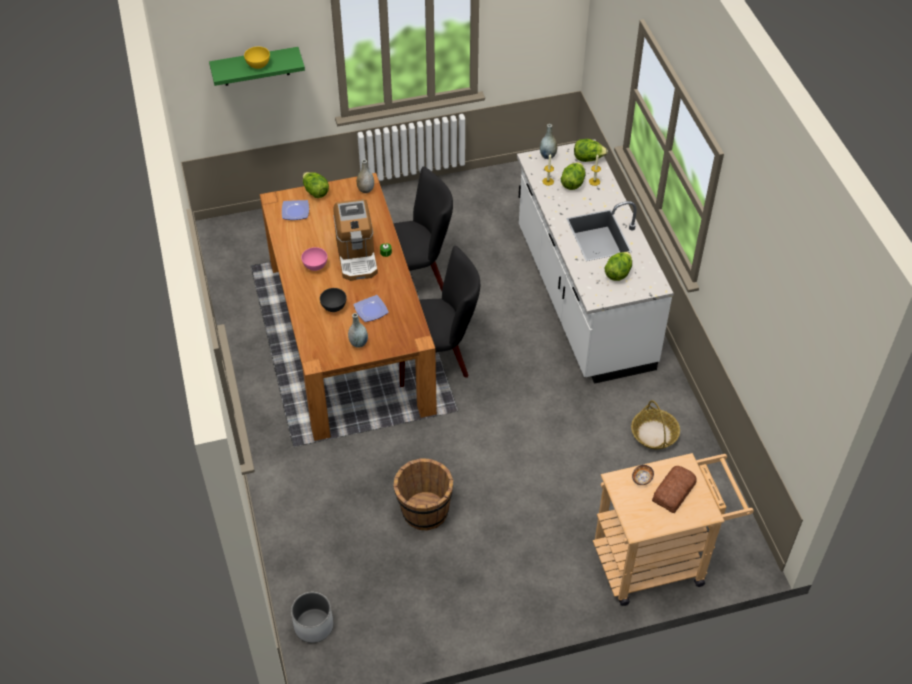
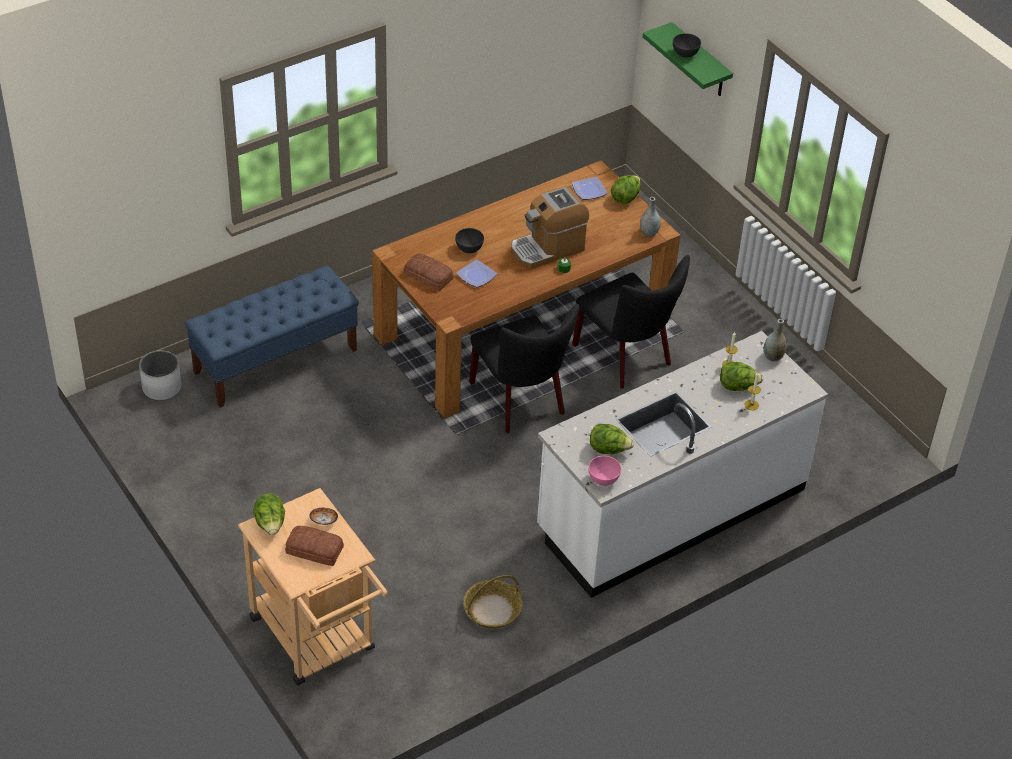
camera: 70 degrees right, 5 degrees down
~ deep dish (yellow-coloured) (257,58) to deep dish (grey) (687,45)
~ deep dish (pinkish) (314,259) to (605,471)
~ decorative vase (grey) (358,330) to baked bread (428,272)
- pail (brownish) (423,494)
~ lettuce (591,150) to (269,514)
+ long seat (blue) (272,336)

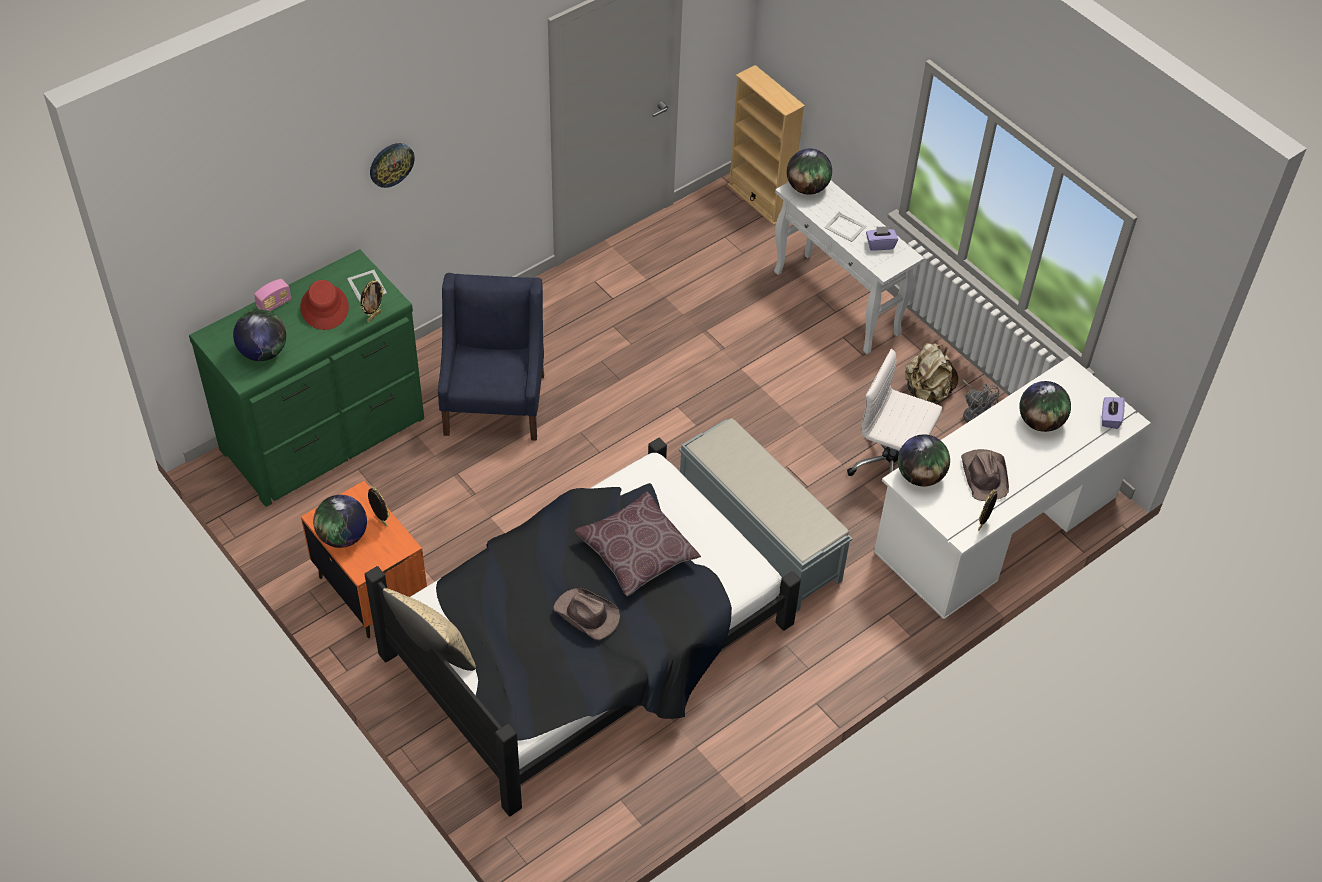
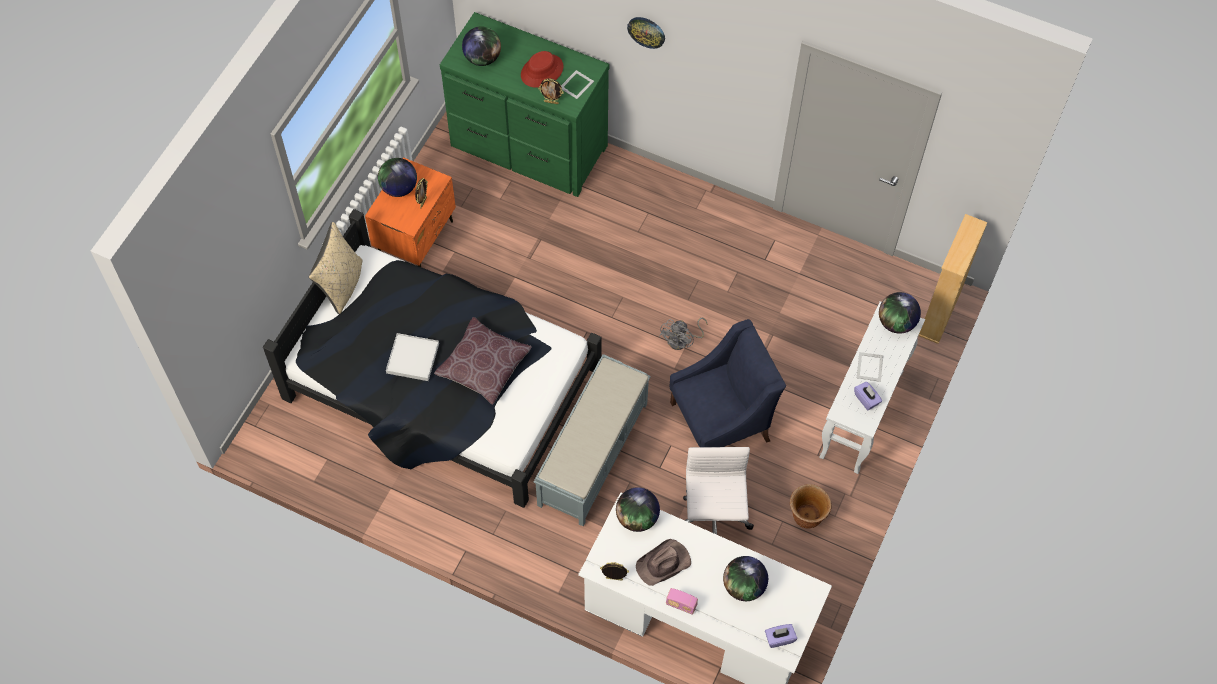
camera: 65 degrees right, 10 degrees up
~ radio (272,295) to (682,601)
~ armchair (blue) (491,357) to (728,383)
~ wearable hat (brownish) (586,614) to carrying tray (white-coloured) (412,357)
~ knapsack (sand-coloured) (931,372) to planter (brownish) (811,506)
~ cooling fan (grey) (981,401) to (683,334)

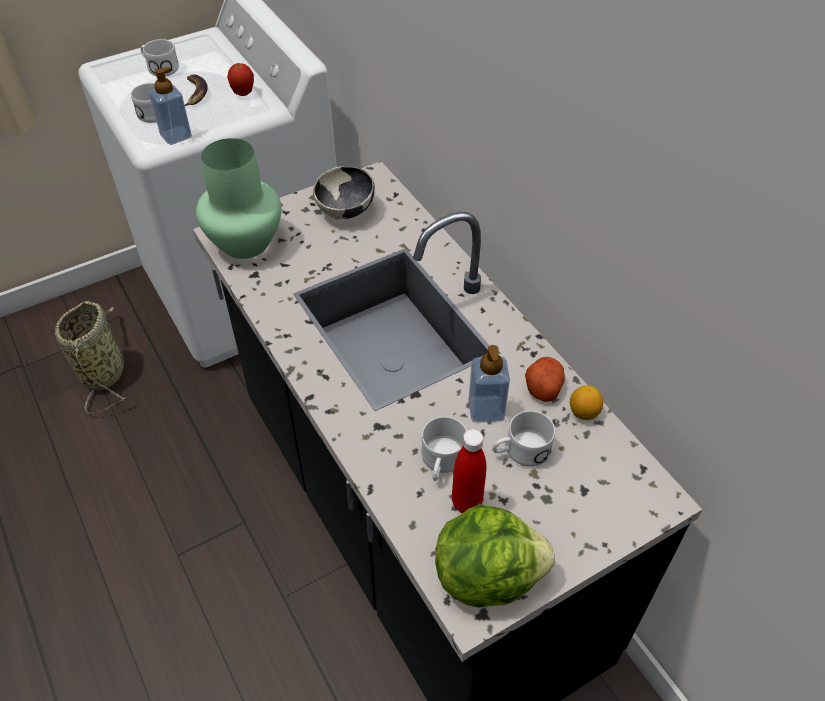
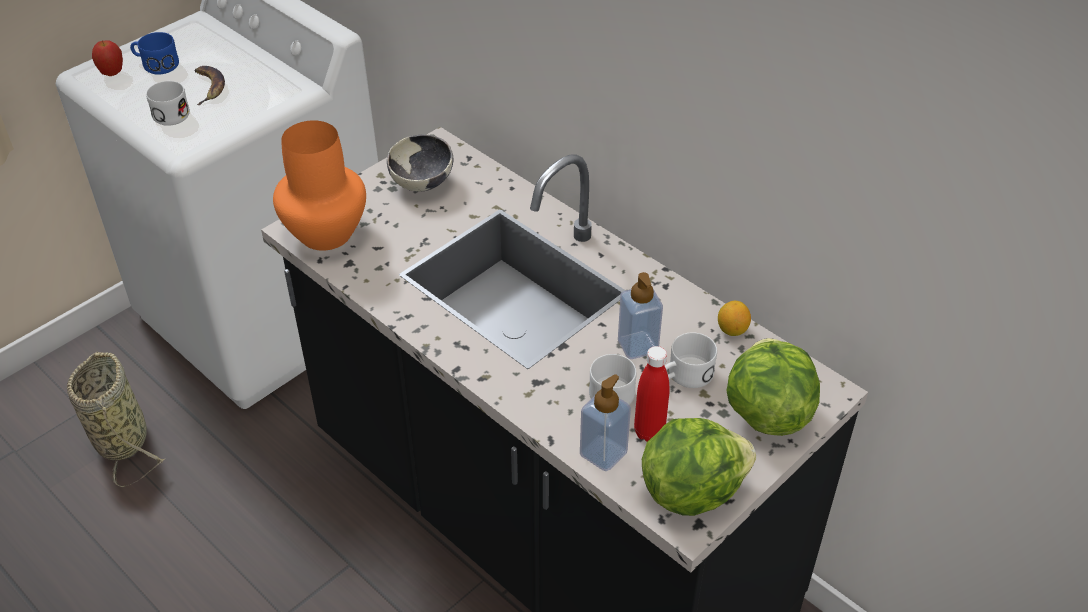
camera: 15 degrees left, 5 degrees down
~ mug (white-coloured) (160,58) to mug (blue) (154,53)
~ soap dispenser (170,106) to (605,422)
~ decorative vase (green-coloured) (238,198) to decorative vase (orange-coloured) (319,185)
~ apple (240,79) to (107,58)
- whole potato (545,379)
+ lettuce (773,387)

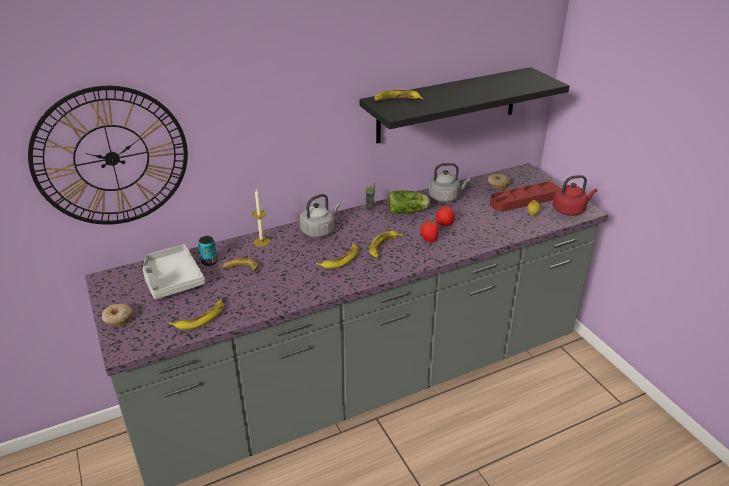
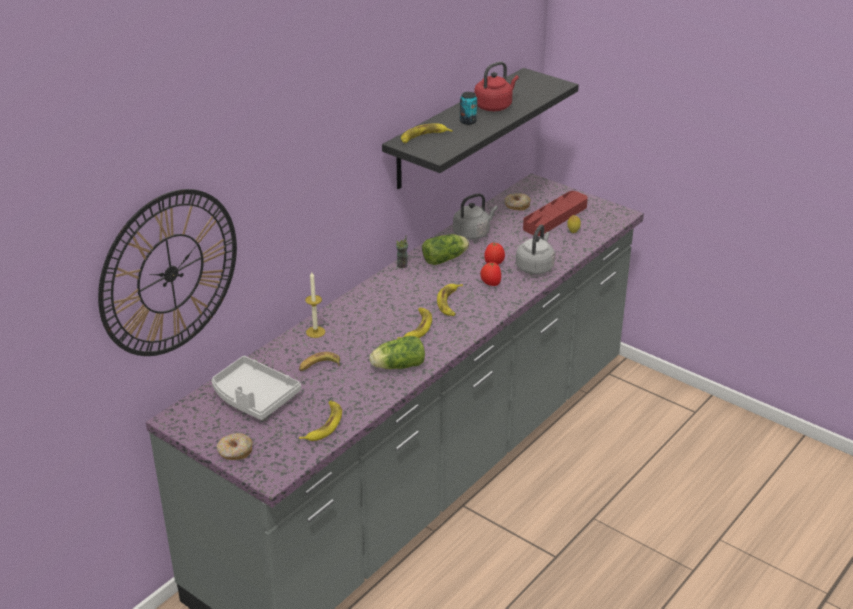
camera: 25 degrees left, 0 degrees up
~ sealed can (208,251) to (468,108)
~ tea kettle (grey) (320,216) to (535,249)
~ tea kettle (red-coloured) (575,195) to (496,86)
+ lettuce (397,352)

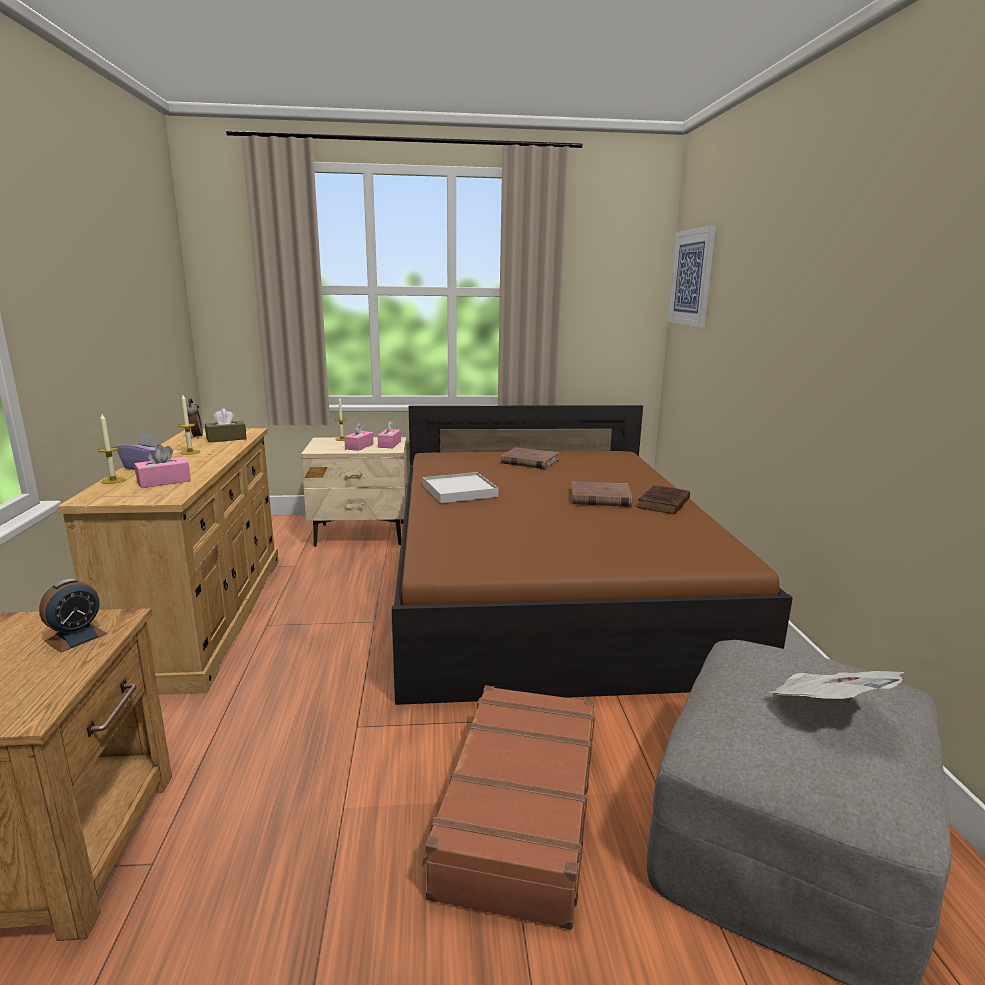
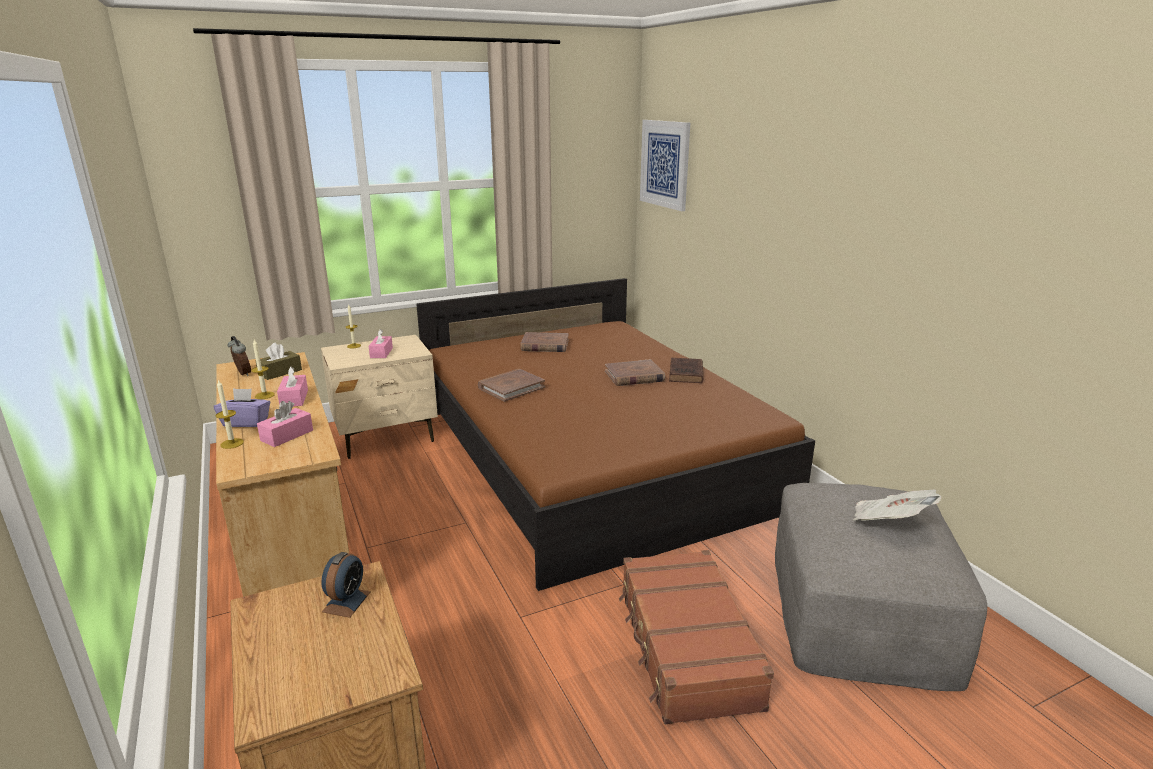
camera: 20 degrees left, 5 degrees up
~ tissue box (pinkish) (389,434) to (292,387)
~ carrying tray (white-coloured) (461,487) to book (brownish) (511,385)

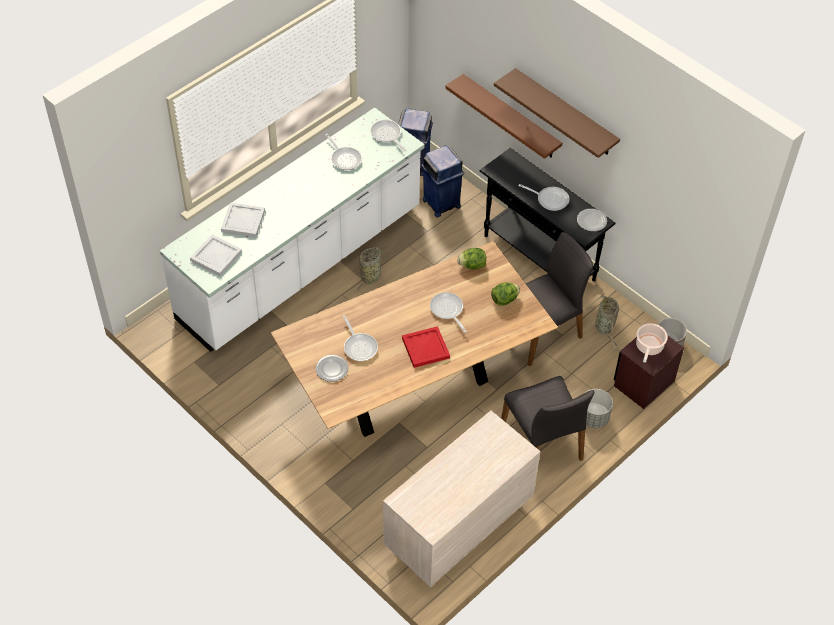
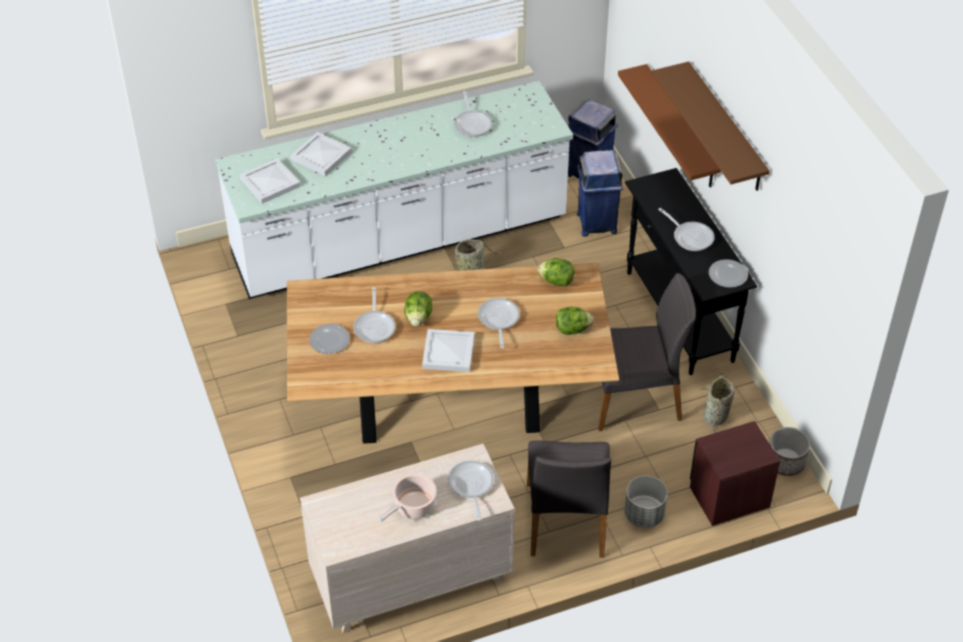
camera: 25 degrees right, 5 degrees down
~ pan (388,135) to (471,491)
~ carrying tray (red-coloured) (426,347) to carrying tray (white-coloured) (448,350)
~ stockpot (652,343) to (407,498)
+ lettuce (418,308)

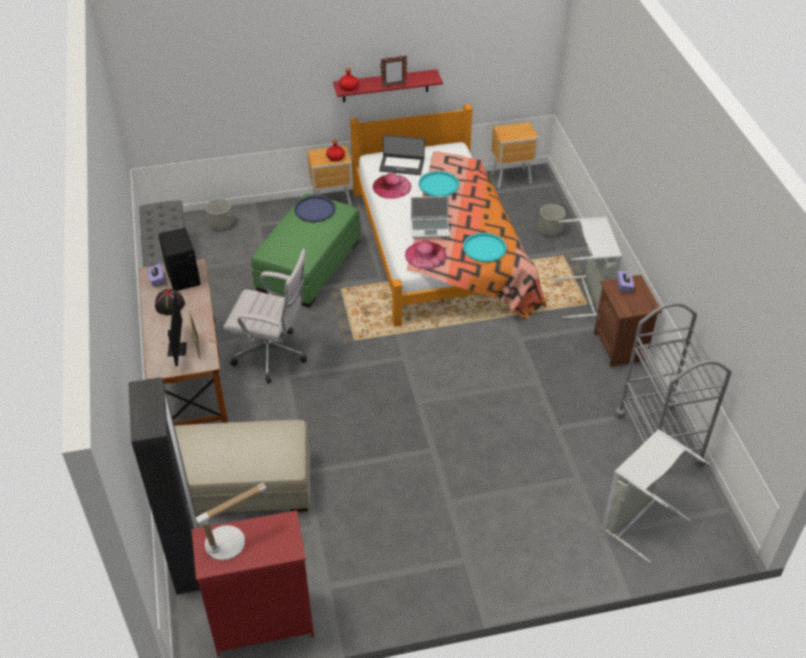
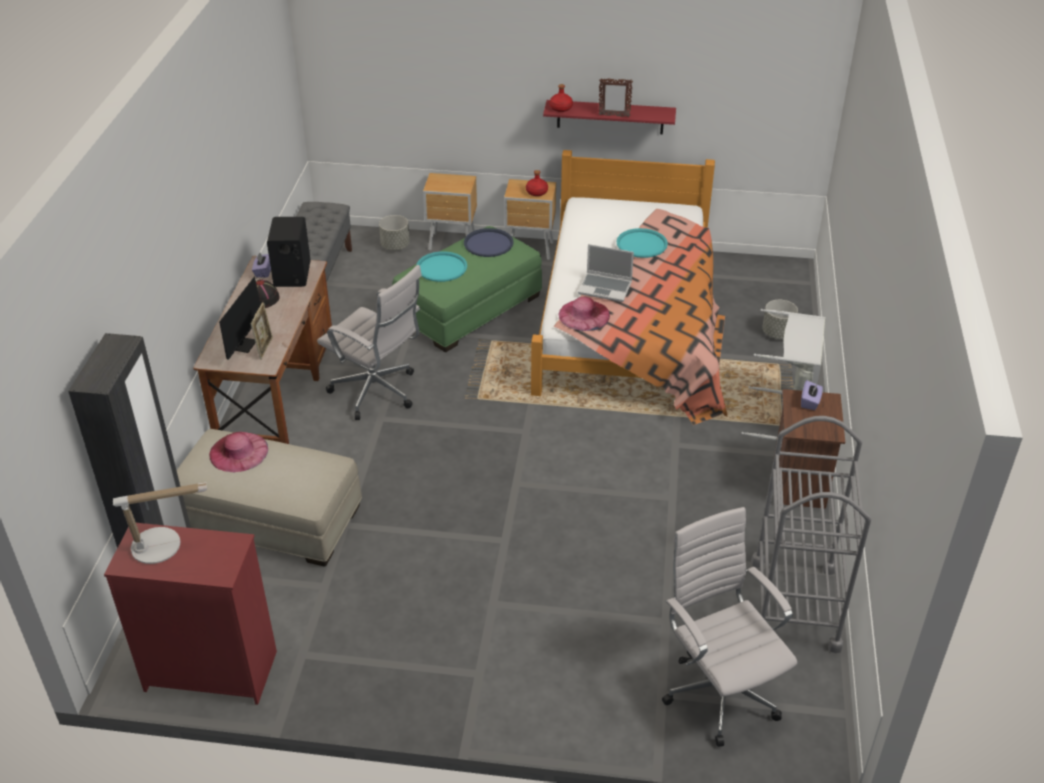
camera: 20 degrees right, 5 degrees down
~ wearable hat (pinkish) (392,186) to (238,452)
- laptop (402,155)
~ carrying tray (turquoise) (485,247) to (441,266)
~ nightstand (brownish) (515,155) to (450,211)
~ hamper (grey) (655,496) to computer chair (white-coloured) (729,627)

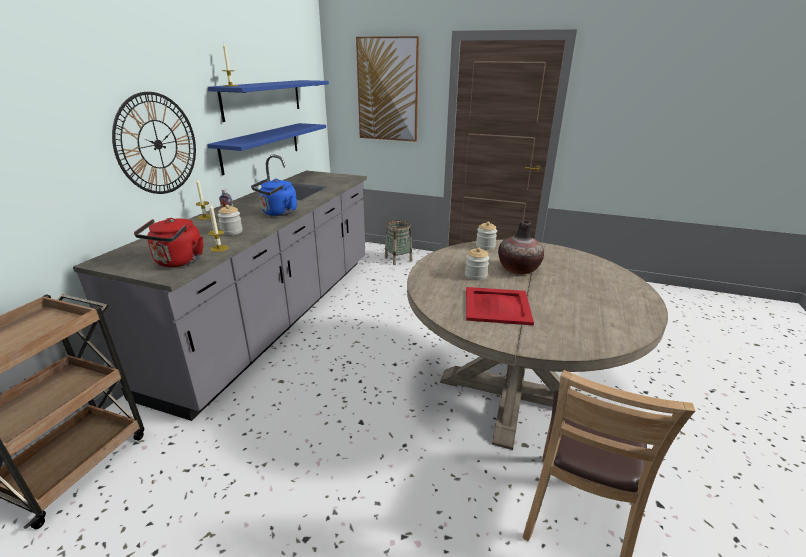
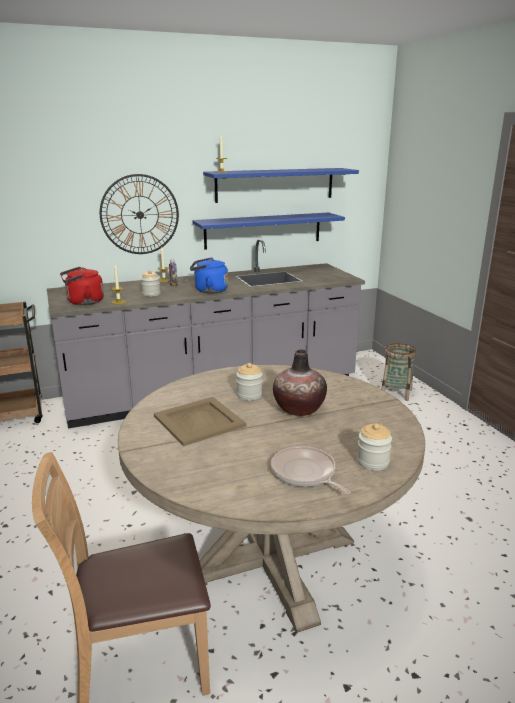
camera: 50 degrees right, 5 degrees down
- picture (387,89)
~ carrying tray (red-coloured) (500,306) to carrying tray (sand-coloured) (200,421)
~ storage jar (486,236) to (374,447)
+ pan (311,470)

